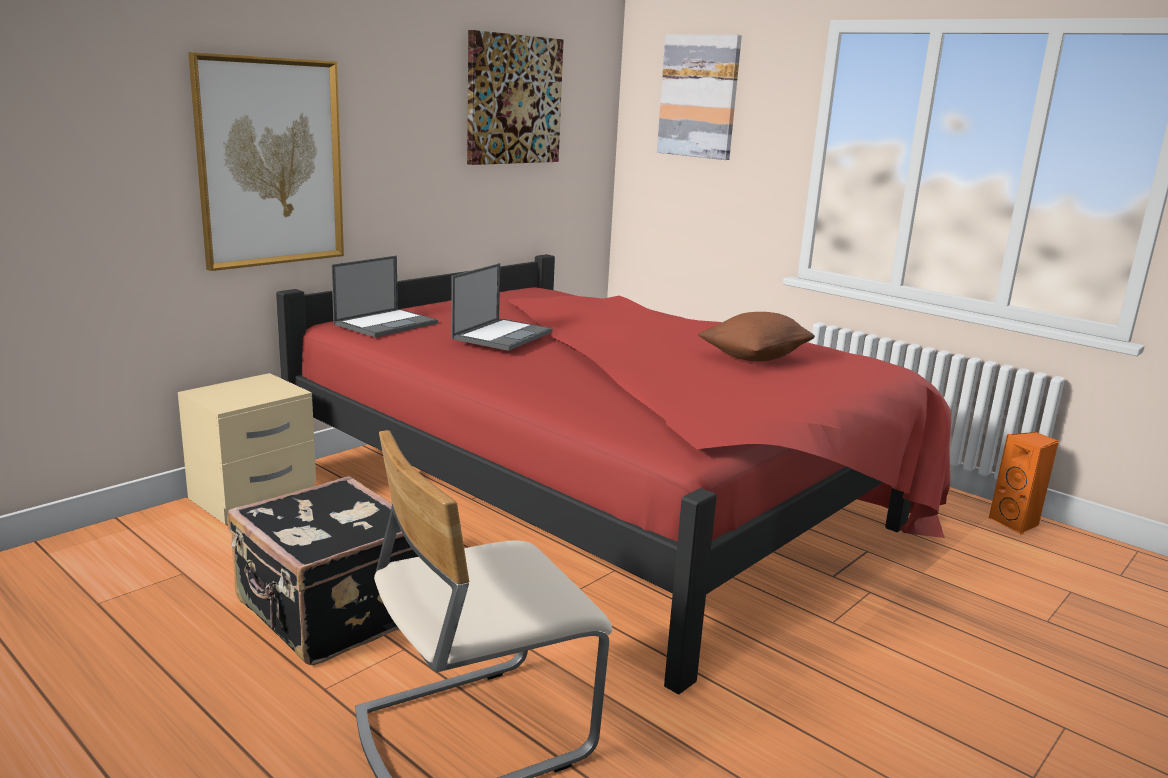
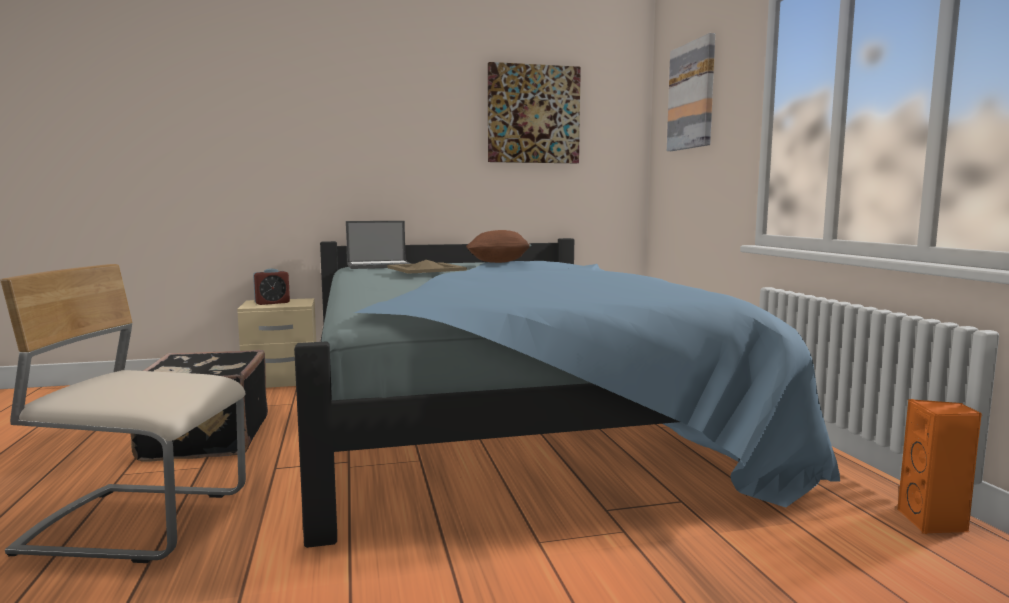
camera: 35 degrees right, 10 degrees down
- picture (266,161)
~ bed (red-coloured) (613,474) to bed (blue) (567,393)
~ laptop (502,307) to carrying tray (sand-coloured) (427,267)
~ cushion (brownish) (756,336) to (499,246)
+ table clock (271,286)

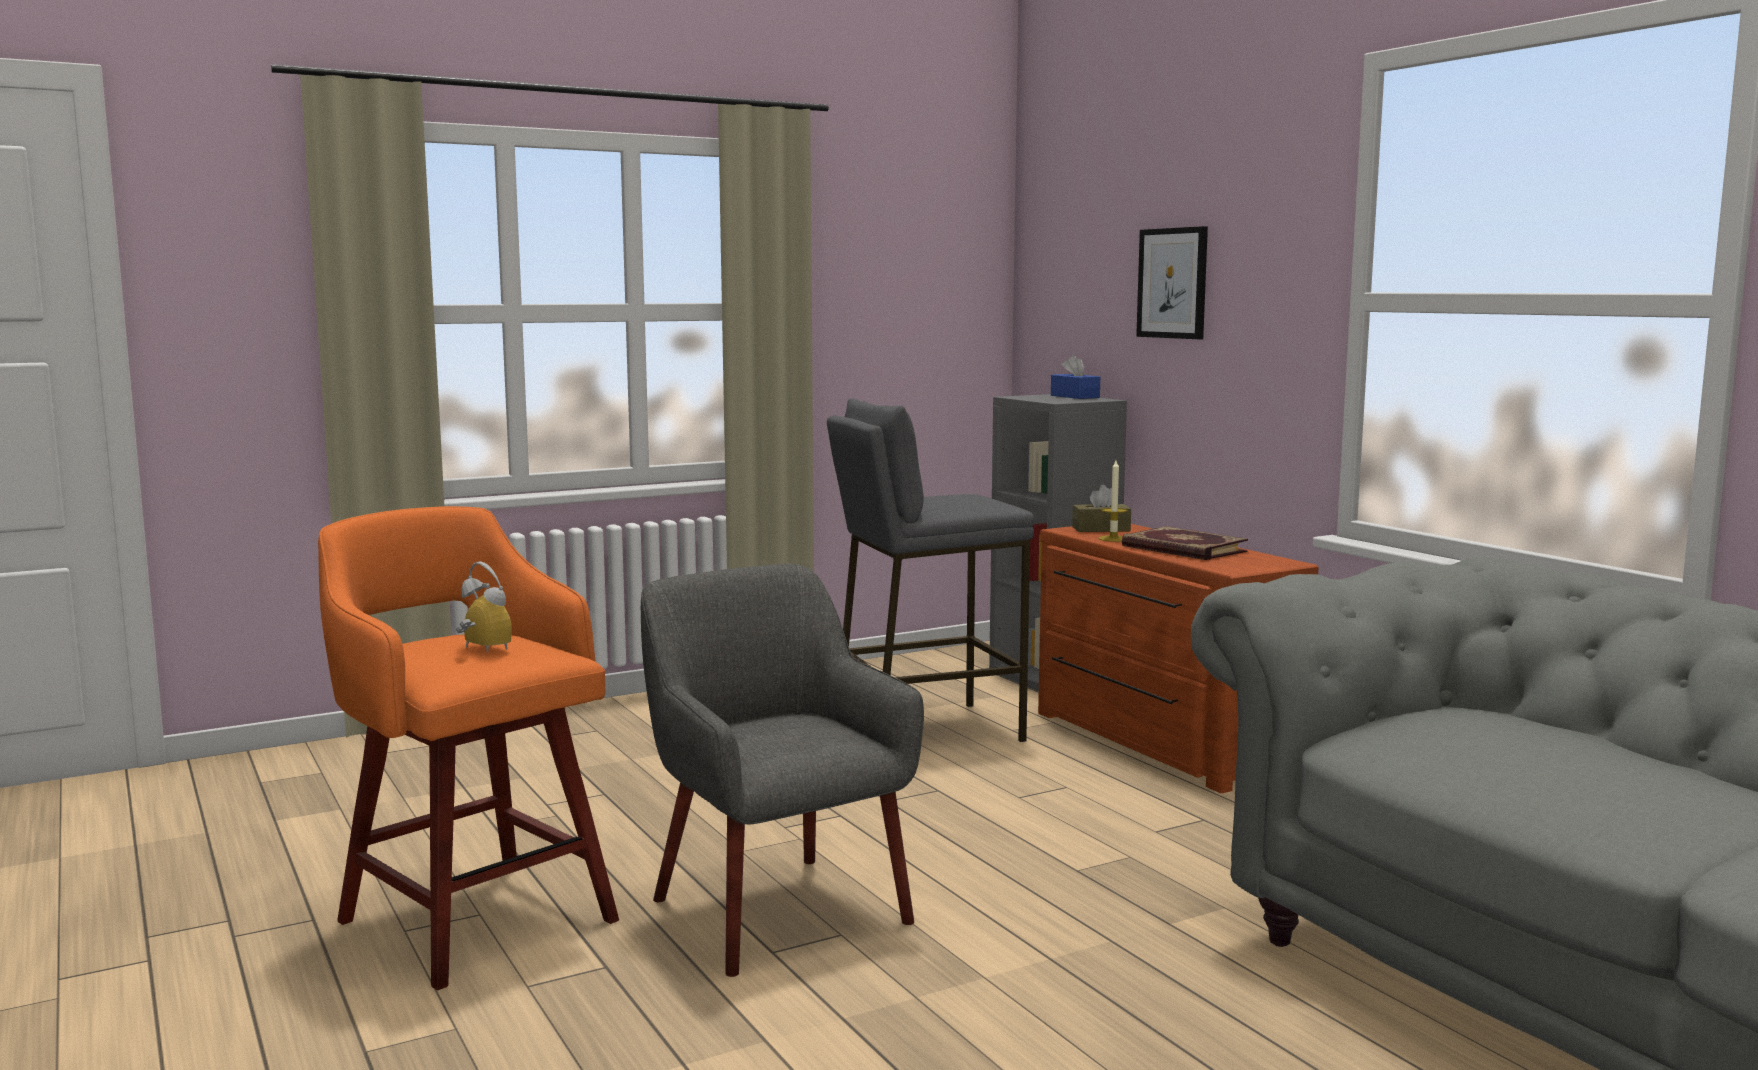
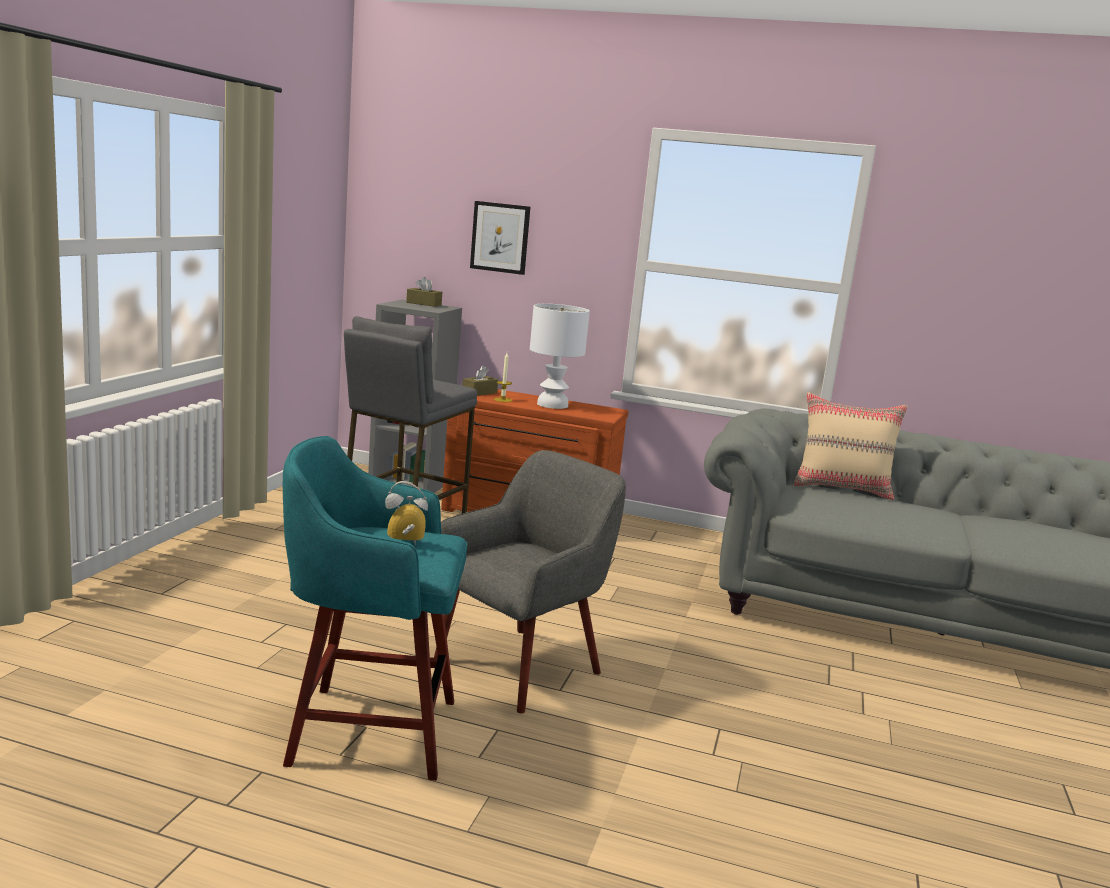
camera: 45 degrees left, 5 degrees up
~ sitting stool (orange-coloured) (468,748) to sitting stool (turquoise) (375,608)
~ armchair (grey) (782,770) = (530,582) 120 degrees clockwise
~ tissue box (blue) (1075,377) to tissue box (brownish) (424,292)
~ book (1185,543) to table lamp (white-coloured) (560,356)
+ cushion (sand-coloured) (850,446)

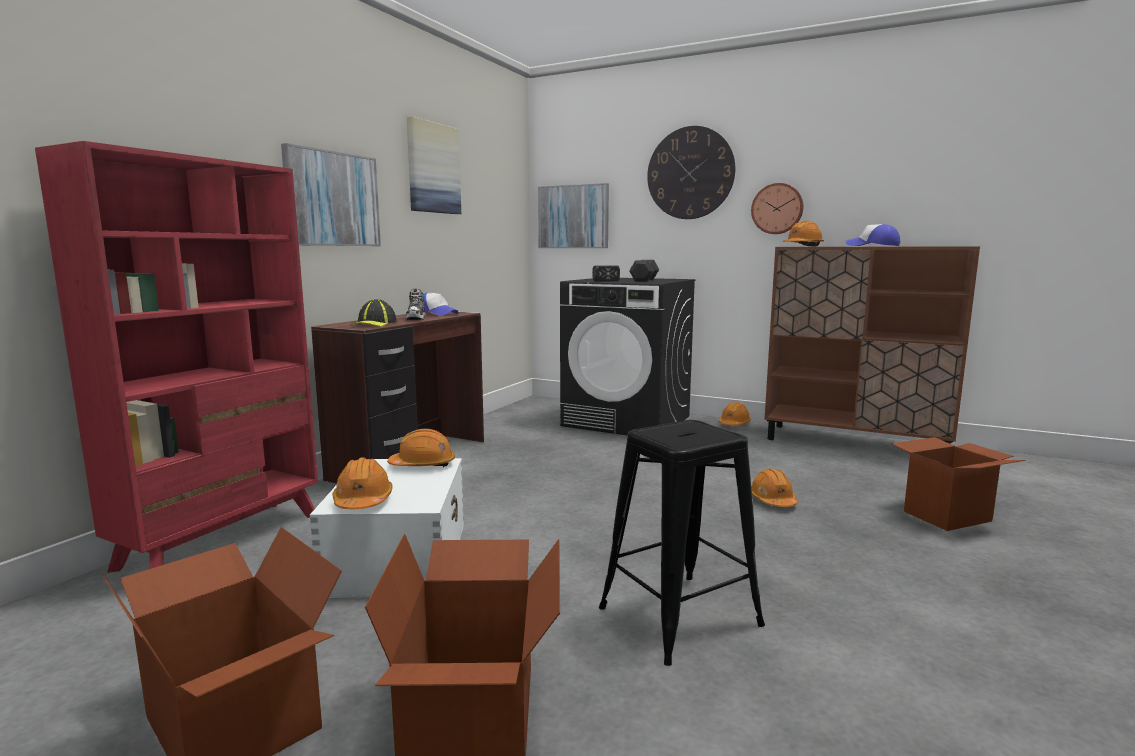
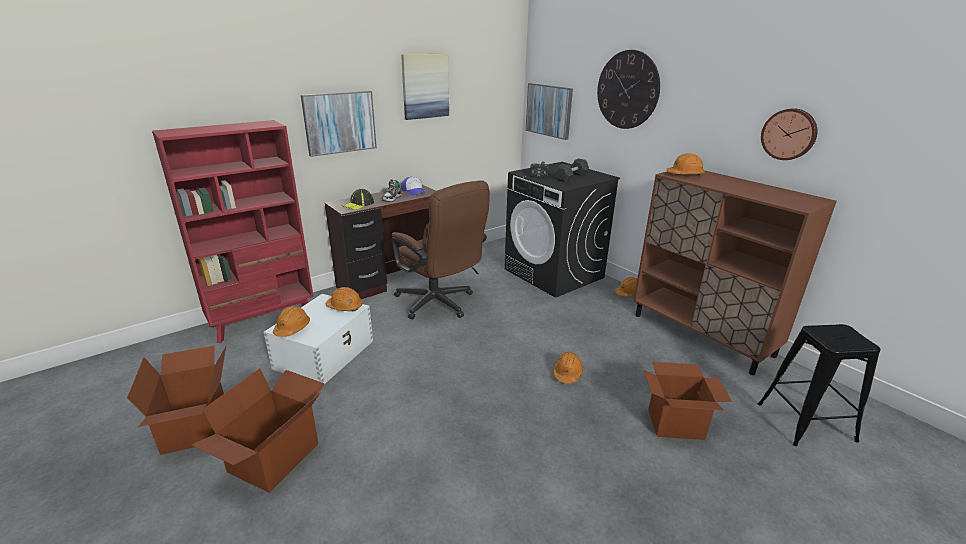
camera: 25 degrees right, 15 degrees up
~ sitting stool (blackish) (682,543) to (819,385)
~ hanging clock (777,208) to (789,134)
- cap (872,235)
+ computer chair (brownish) (440,250)

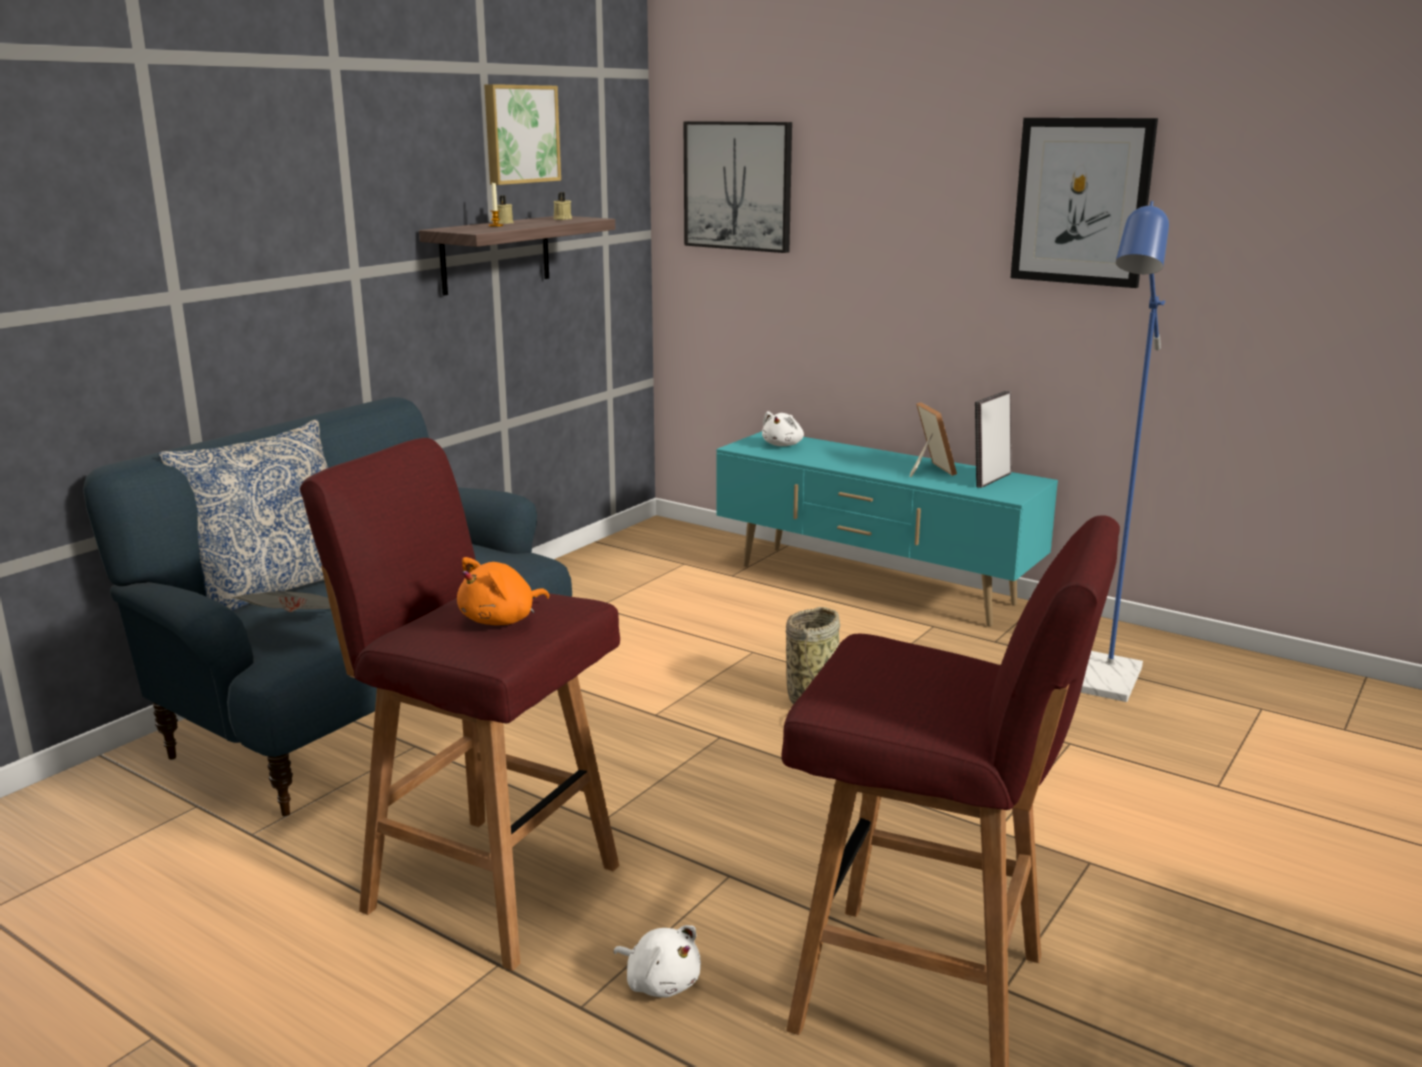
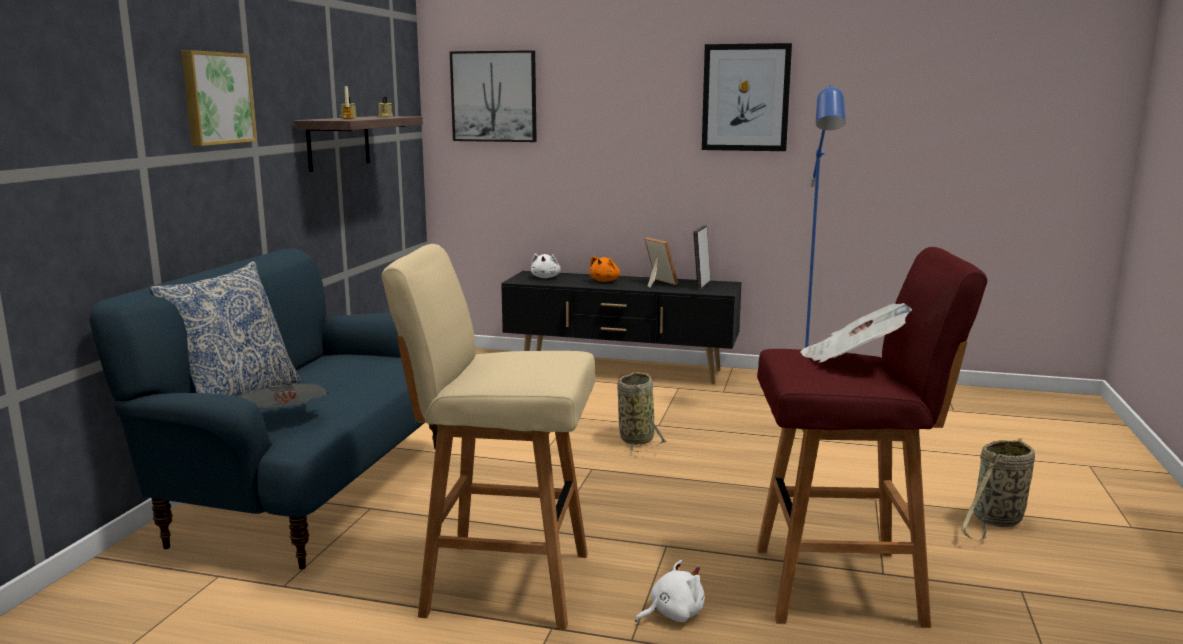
camera: 20 degrees left, 5 degrees down
~ sitting stool (red-coloured) (460,704) to sitting stool (sand-coloured) (489,436)
~ soft toy (orange-coloured) (503,591) to (605,269)
~ picture (522,134) to (219,98)
~ soft toy (white-coloured) (657,961) = (670,591) 45 degrees counterclockwise
~ tv stand (turquoise) (887,528) to tv stand (blackish) (621,327)
+ newspaper (856,333)
+ basket (998,490)

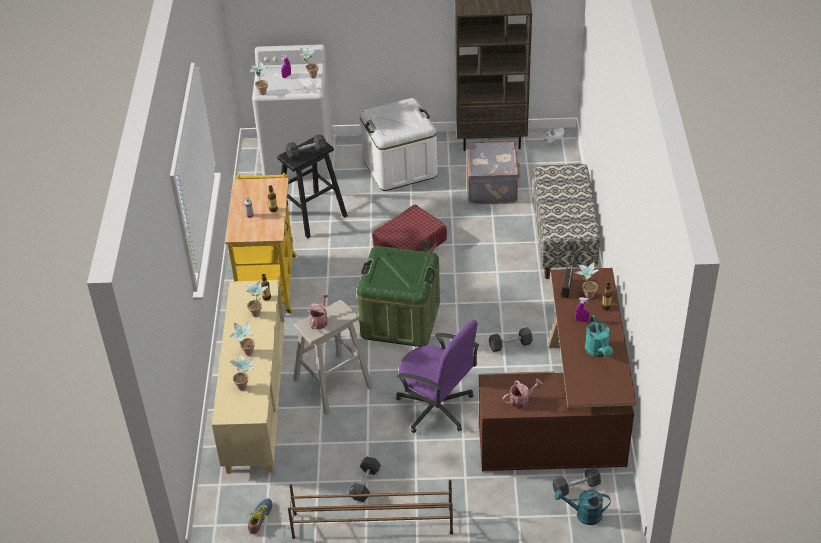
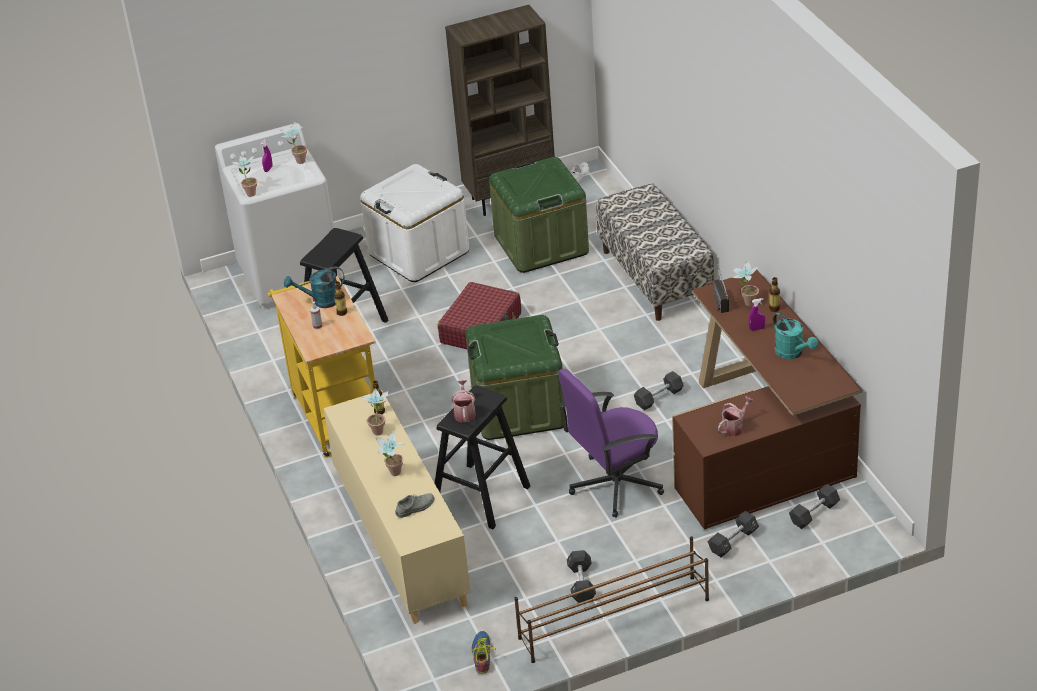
camera: 20 degrees left, 5 degrees down
~ houseplant (242,373) to shoe (grey) (415,505)
~ free weight (blackish) (306,147) to (733,534)
~ sitting stool (sand-coloured) (333,357) to sitting stool (blackish) (482,457)
~ computer chair (purple) (437,376) = (611,443) 135 degrees clockwise
~ piece of luggage (grey) (493,173) to storage container (green-coloured) (539,215)
~ sprinkling can (turquoise) (582,507) to (314,287)

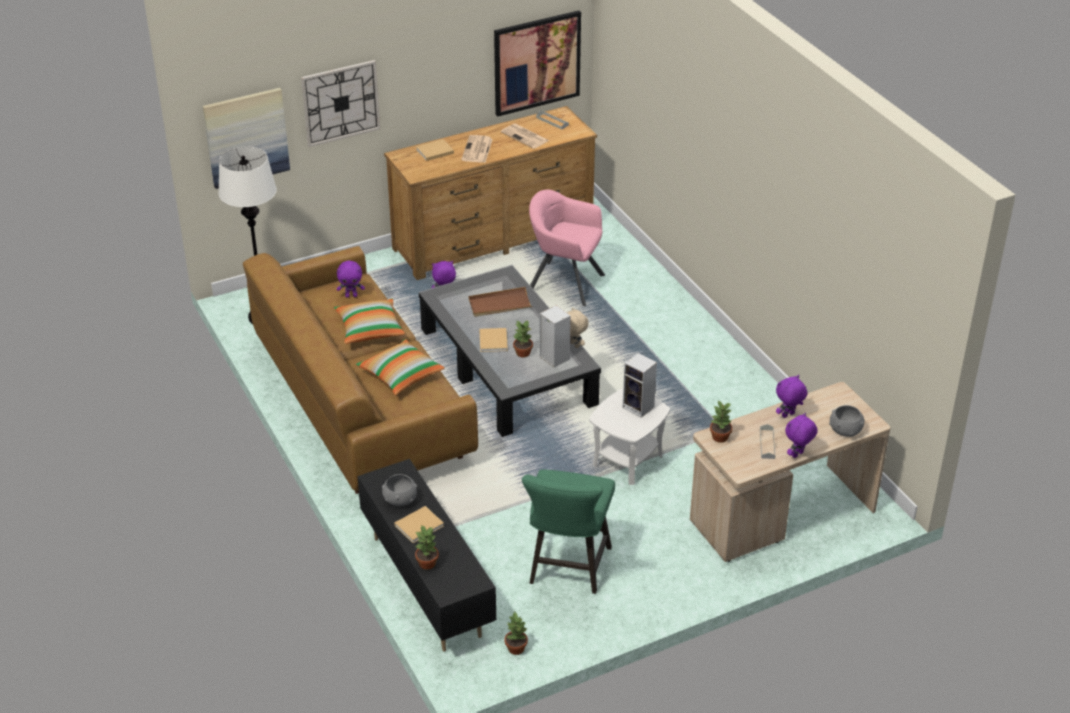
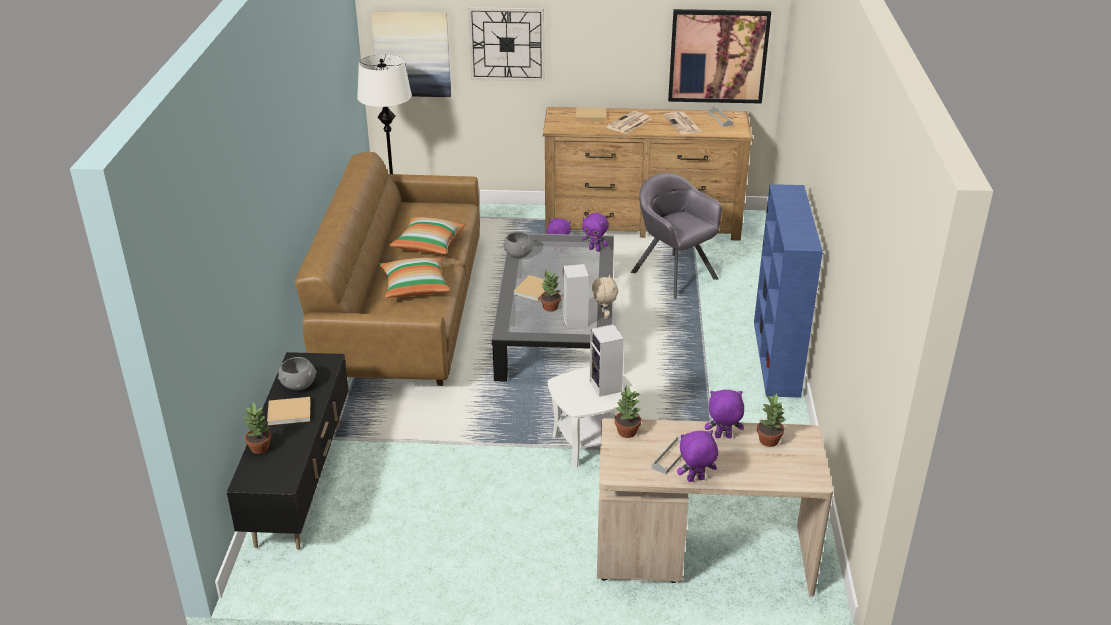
camera: 30 degrees right, 5 degrees down
~ soft toy (purple) (351,279) to (595,232)
- carrying tray (brownish) (500,302)
~ houseplant (516,633) to (771,420)
- sitting stool (green-coloured) (568,531)
~ armchair (pinkish) (567,248) to armchair (grey) (676,236)
~ deep dish (grey) (847,421) to (518,245)
+ bookcase (blue) (788,291)

